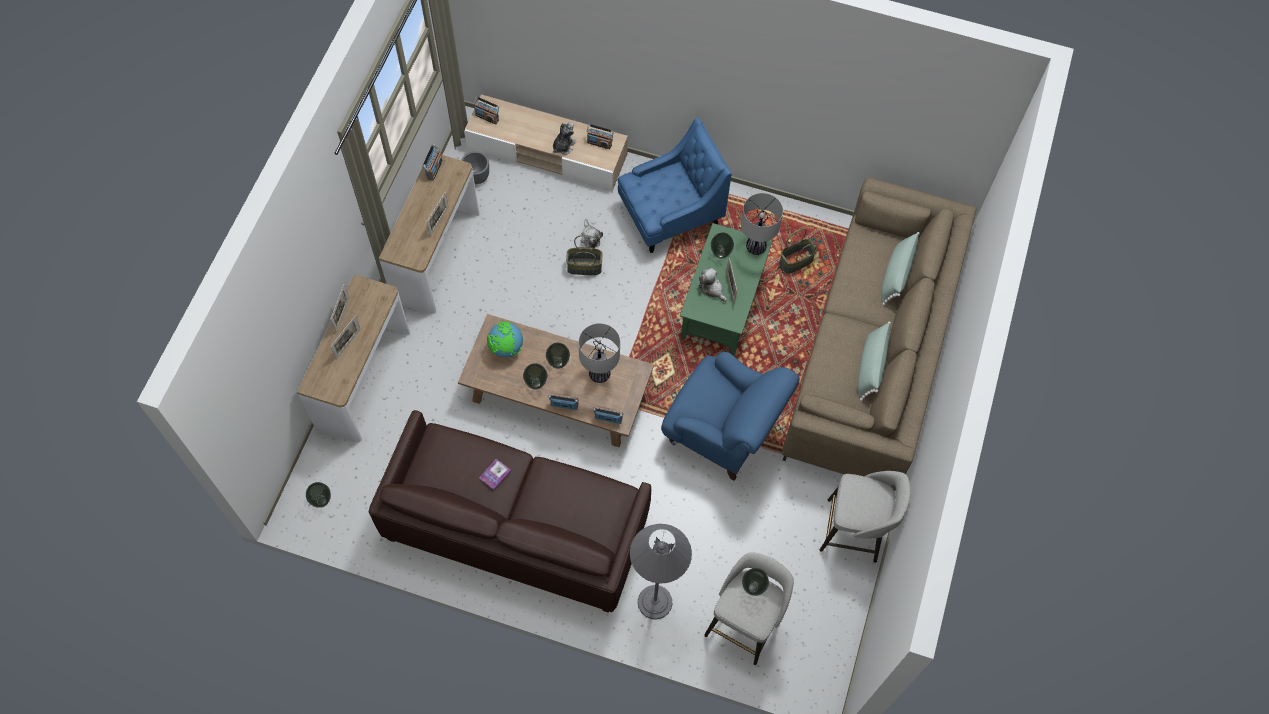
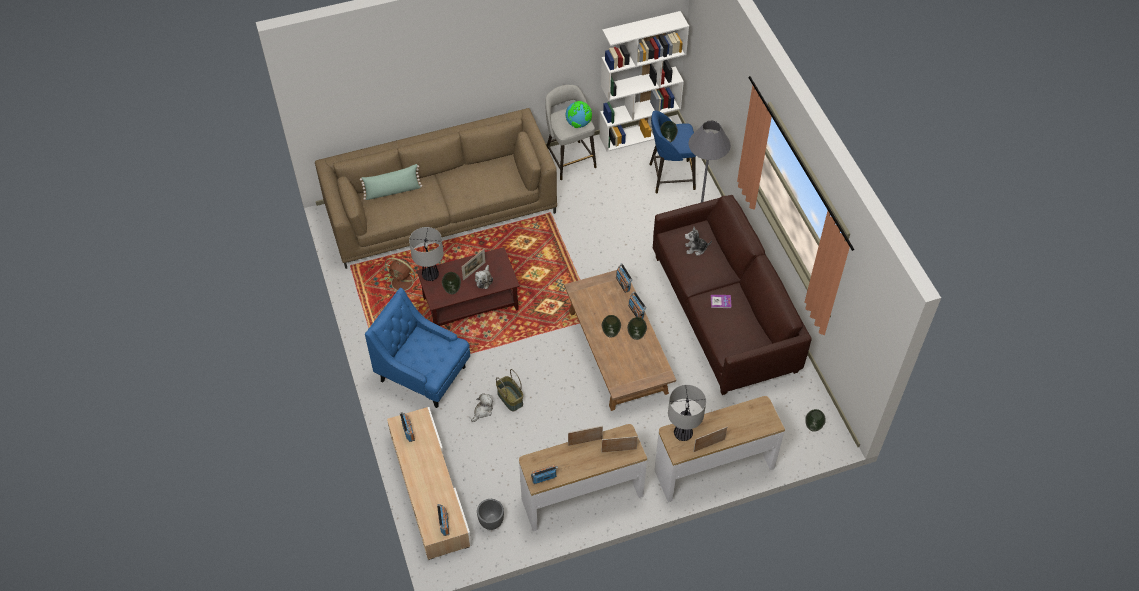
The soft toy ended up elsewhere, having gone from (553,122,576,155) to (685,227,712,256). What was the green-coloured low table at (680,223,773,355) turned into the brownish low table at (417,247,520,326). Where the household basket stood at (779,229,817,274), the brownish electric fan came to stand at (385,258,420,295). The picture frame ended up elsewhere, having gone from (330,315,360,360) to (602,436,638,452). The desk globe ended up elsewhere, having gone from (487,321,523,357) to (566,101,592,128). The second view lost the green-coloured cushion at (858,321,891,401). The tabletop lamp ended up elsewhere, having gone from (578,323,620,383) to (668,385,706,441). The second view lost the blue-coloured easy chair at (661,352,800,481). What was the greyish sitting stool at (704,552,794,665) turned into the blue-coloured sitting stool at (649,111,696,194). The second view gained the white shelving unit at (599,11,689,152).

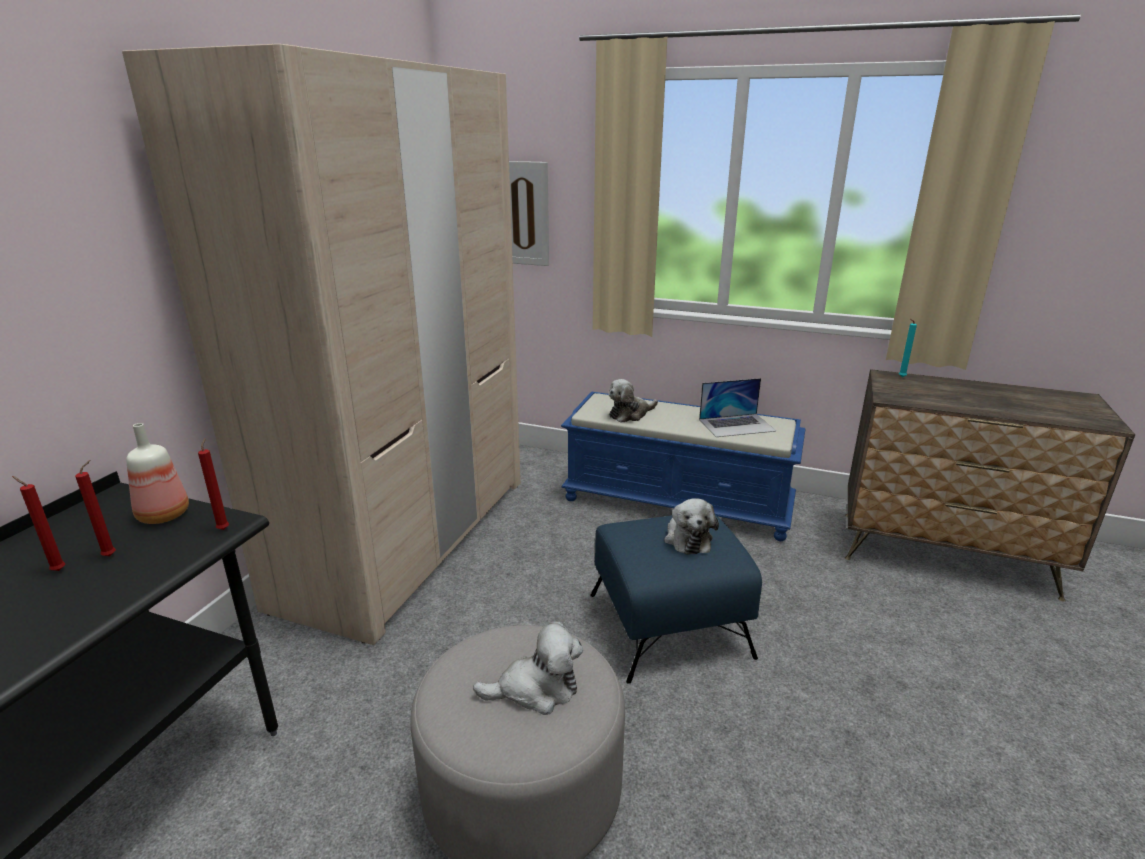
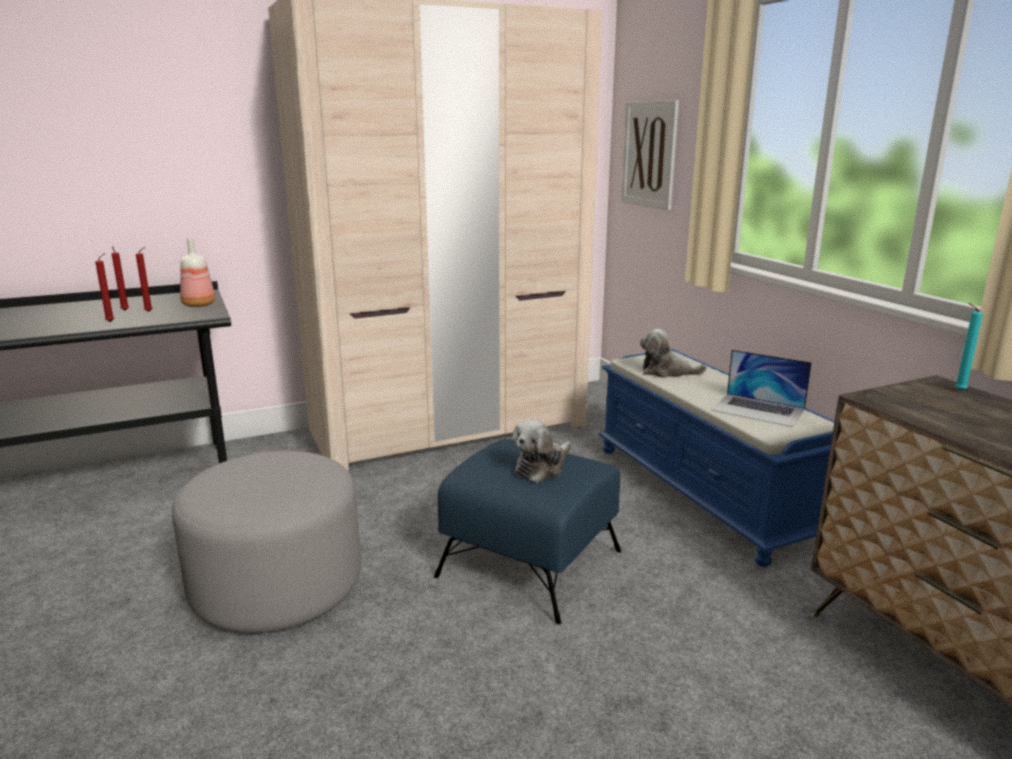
The red wax candle ended up elsewhere, having gone from (198,438,229,530) to (95,253,114,322). The second view lost the soft toy at (473,621,583,715).

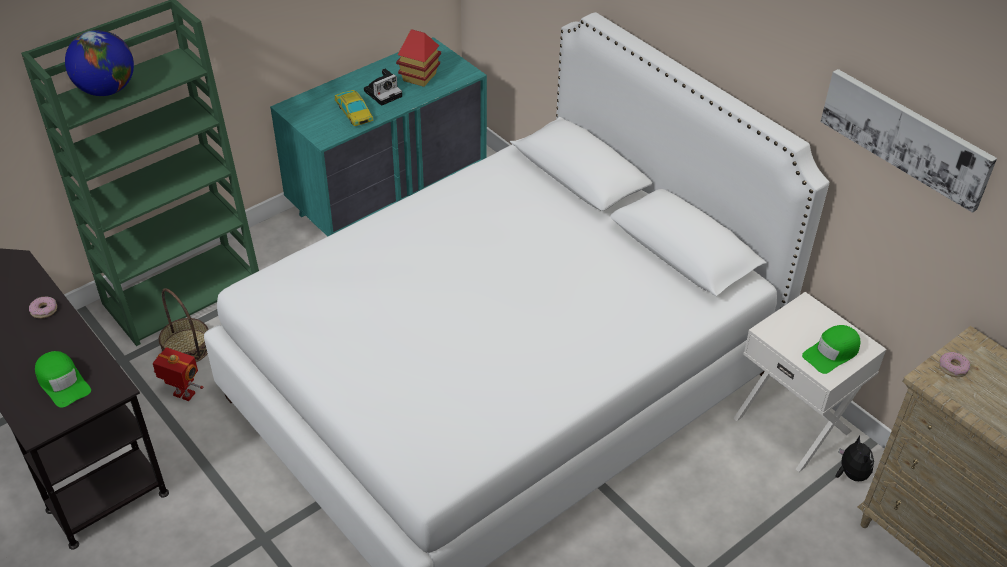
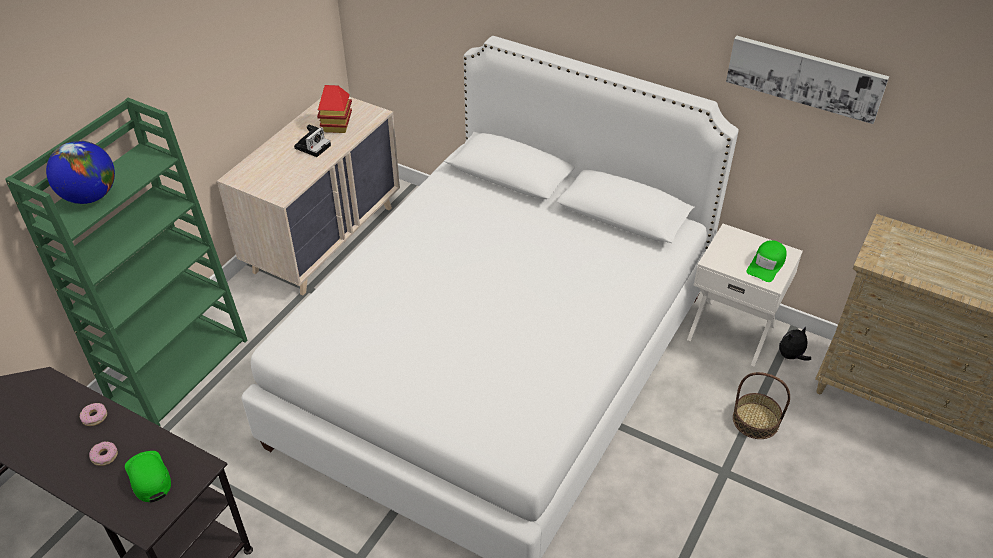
What was the turquoise-coloured drawer chest at (270,37,487,237) turned into the beige-coloured drawer chest at (217,97,400,295). The second view lost the model car at (335,90,374,126). The household basket ended up elsewhere, having gone from (159,288,208,362) to (733,372,790,439). The second view lost the toy robot at (153,347,203,401). The green-coloured cap at (35,351,91,408) ended up facing another way, 150 degrees counterclockwise from before. The donut ended up elsewhere, having gone from (939,352,971,377) to (89,441,118,466). The soft toy at (836,436,874,481) ended up facing another way, 90 degrees counterclockwise from before.

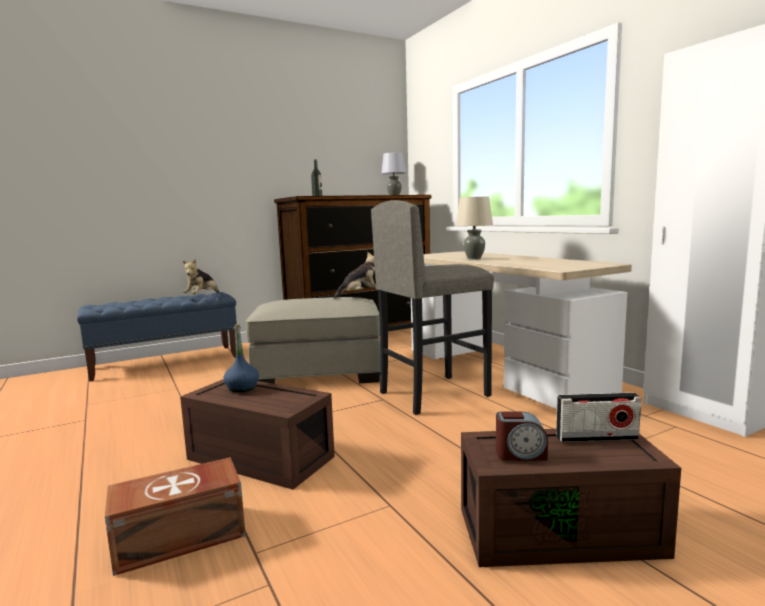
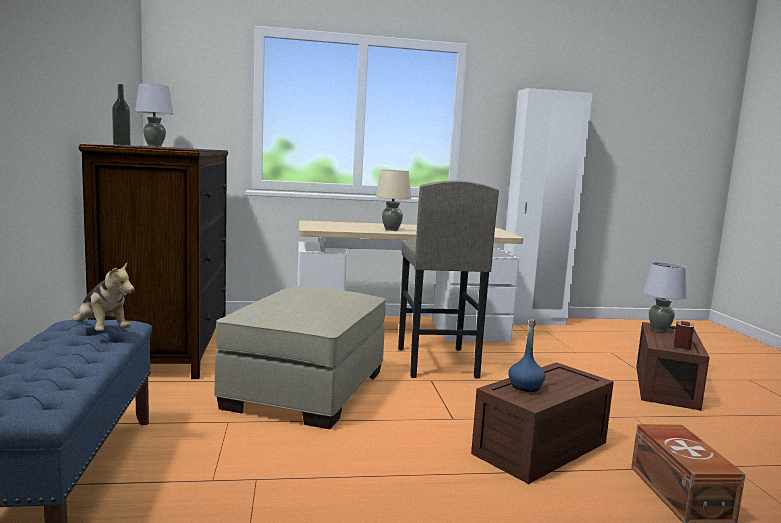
The second view lost the soft toy at (334,252,376,299). Where the radio receiver stood at (556,392,641,442), the greyish tabletop lamp came to stand at (643,262,687,332).

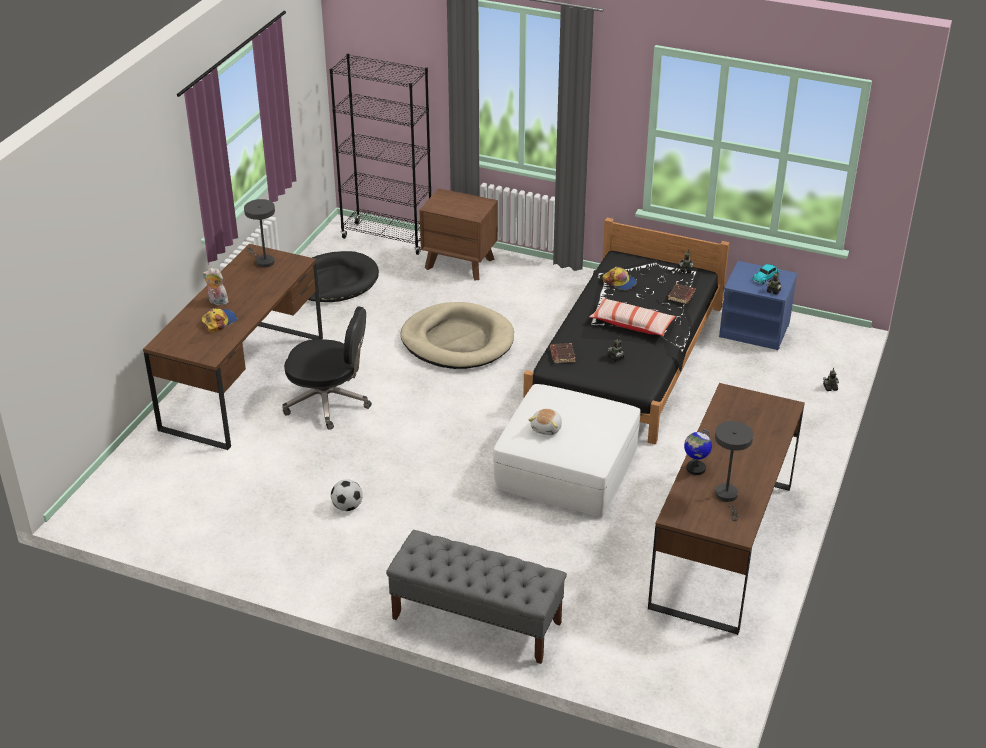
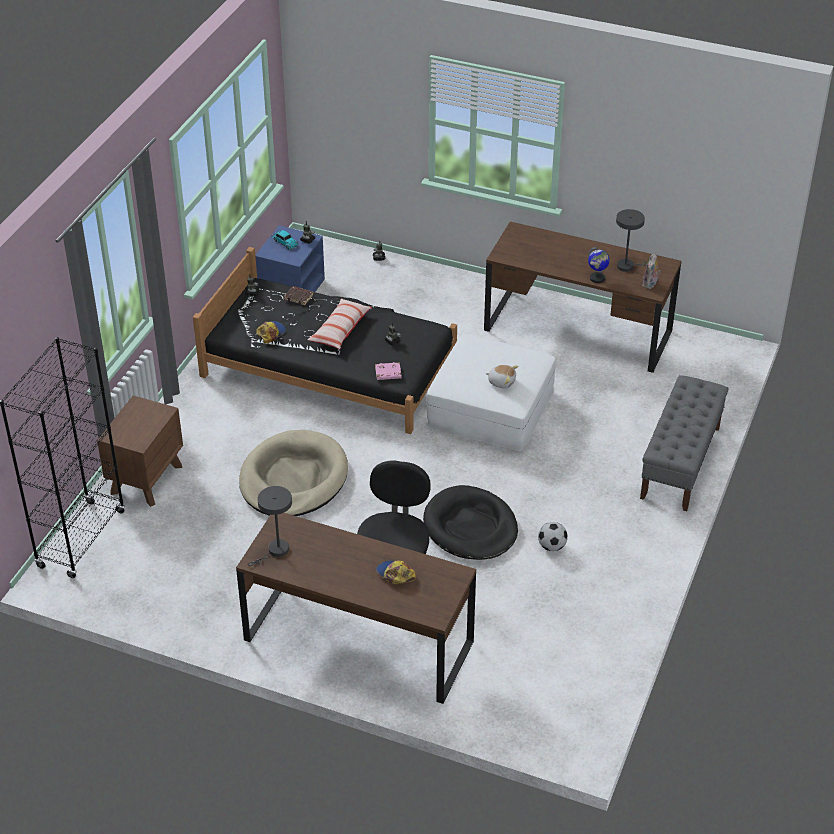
The blackish dog bed ended up elsewhere, having gone from (308,251,379,302) to (423,485,518,560). The soft toy ended up elsewhere, having gone from (203,268,229,306) to (642,253,660,289). What was the brownish bound book at (550,343,576,363) turned into the pink-coloured bound book at (375,362,402,380).

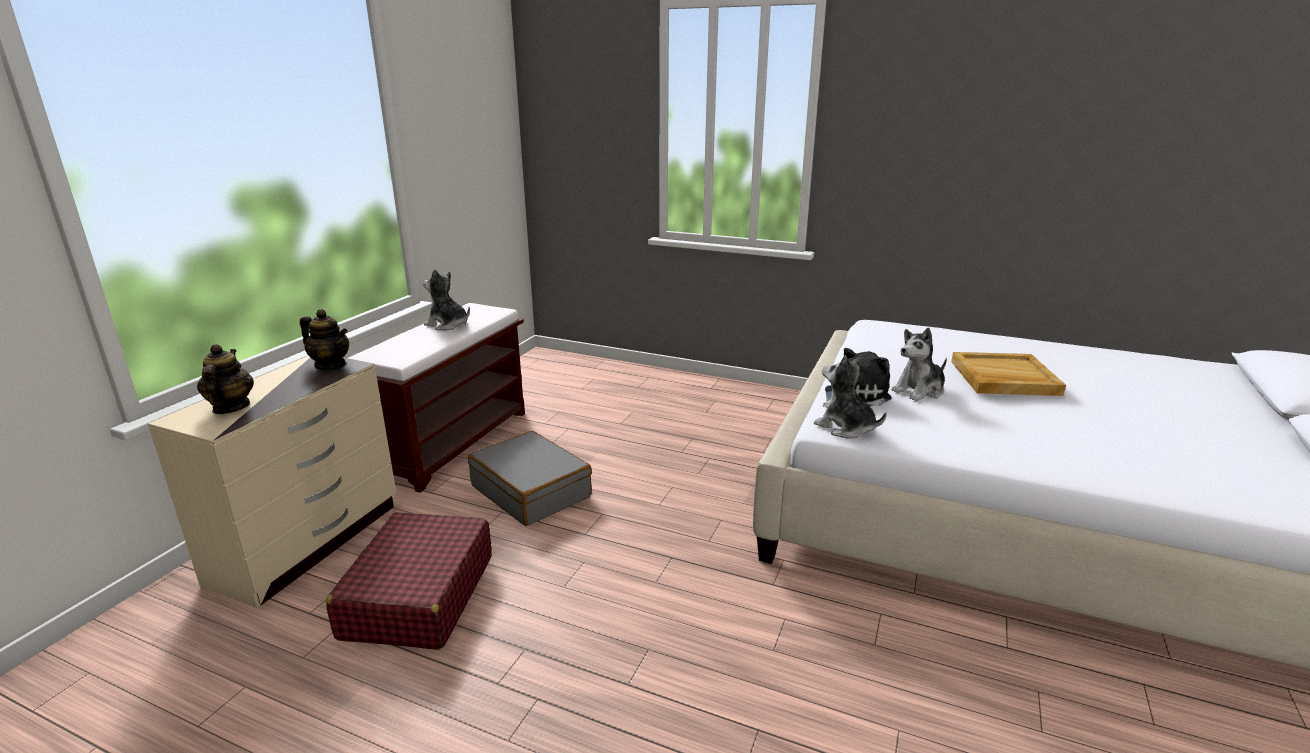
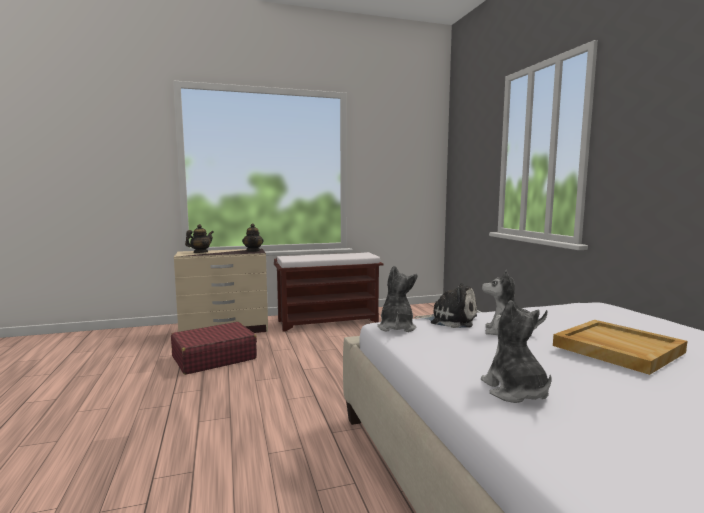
The soft toy ended up elsewhere, having gone from (423,269,470,330) to (481,300,552,403). The second view lost the greyish piece of luggage at (468,431,592,526).

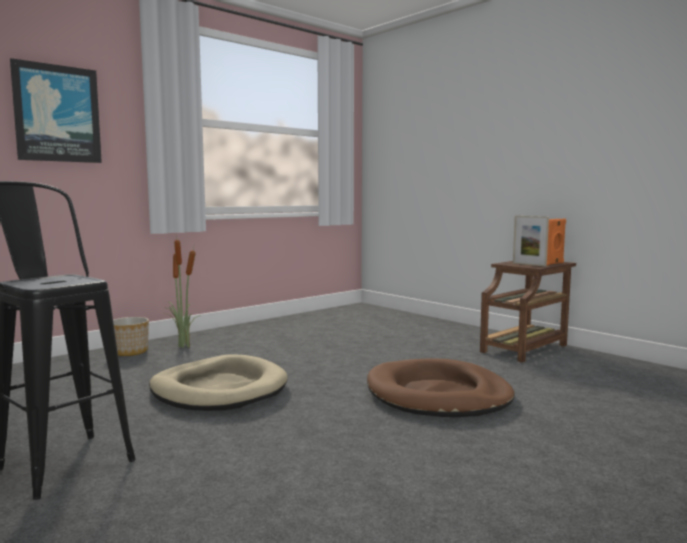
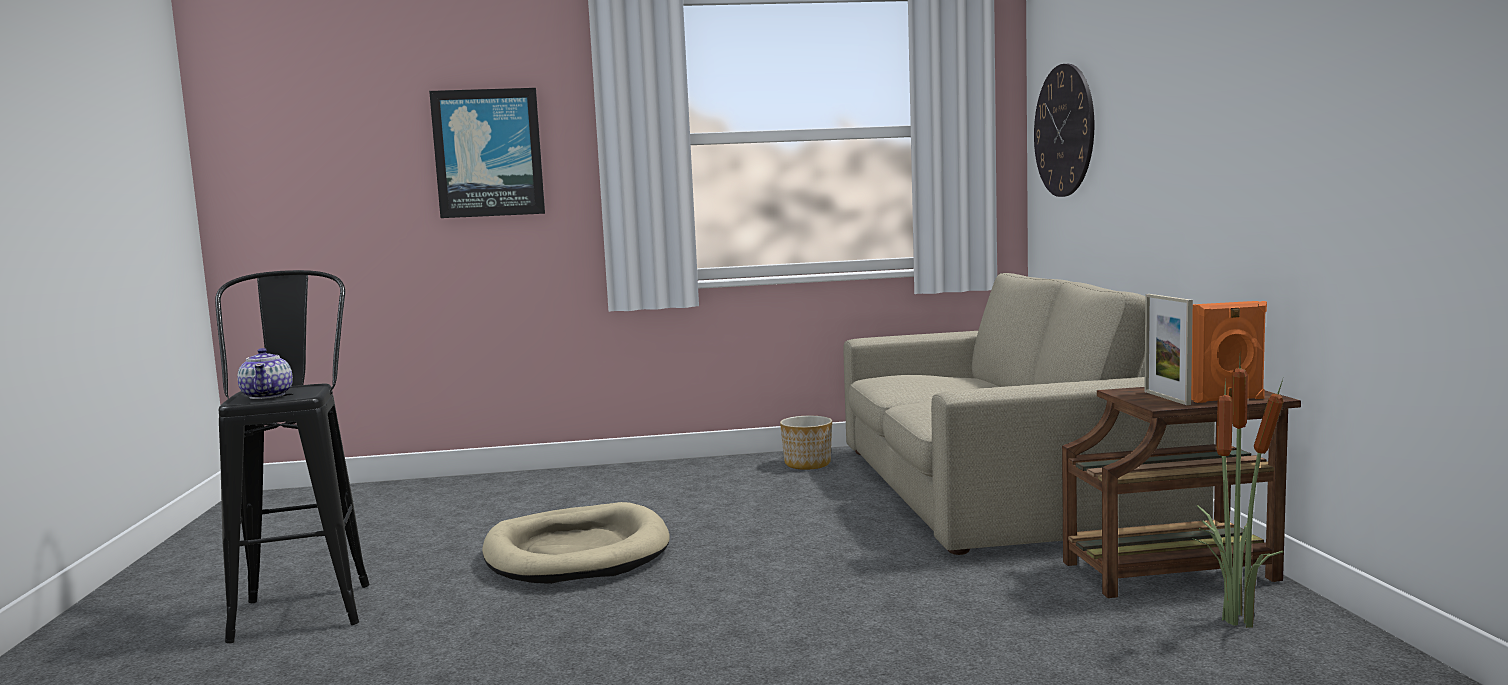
The plant in a pot ended up elsewhere, having gone from (165,233,200,348) to (1193,359,1284,628). The planter ended up elsewhere, having gone from (113,317,149,356) to (780,416,832,470). The second view lost the brownish dog bed at (367,358,515,417). The second view gained the hanging clock at (1034,64,1094,197). The second view gained the beige-coloured couch at (843,273,1215,555). The second view gained the tea pot at (237,348,293,399).

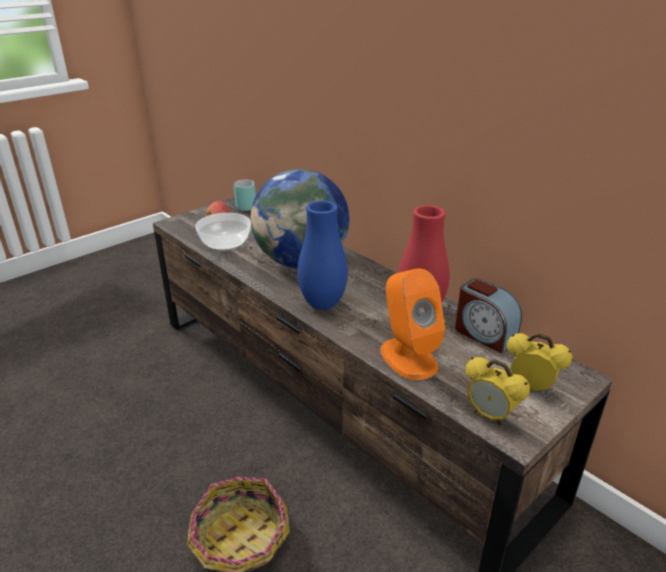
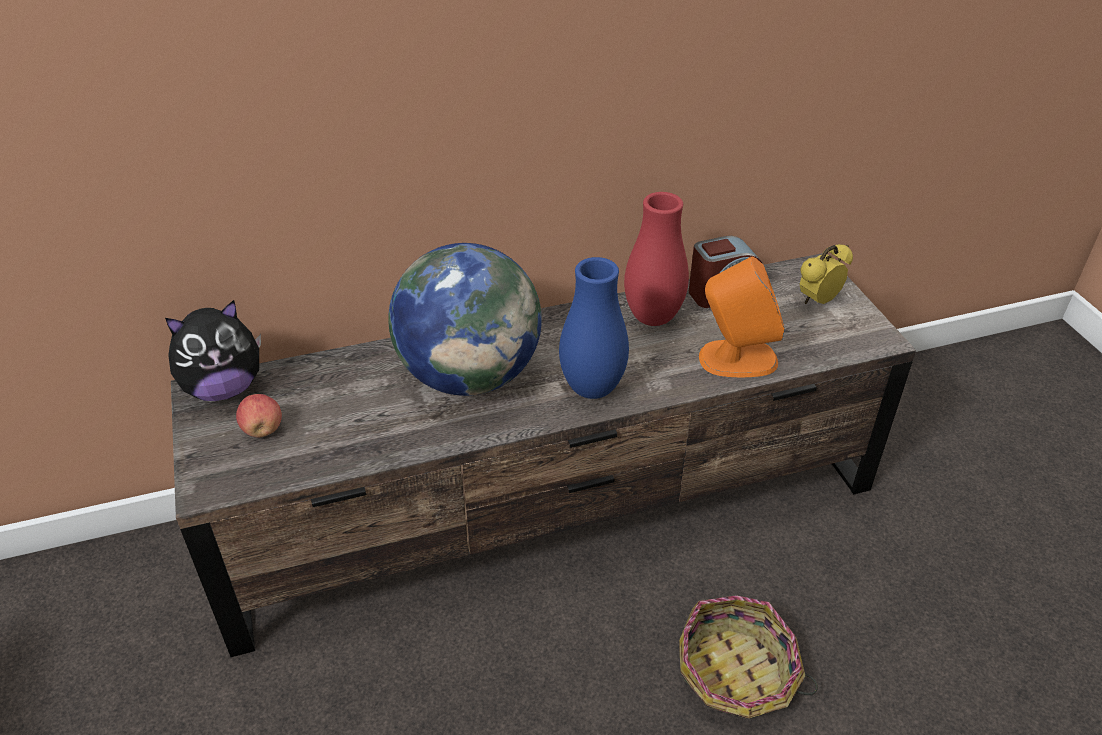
Where the turquoise-coloured tea mug stood at (234,180,256,211), the soft toy came to stand at (165,300,261,401). The second view lost the deep dish at (195,213,251,251). The second view lost the bedside clock at (466,357,530,425).

